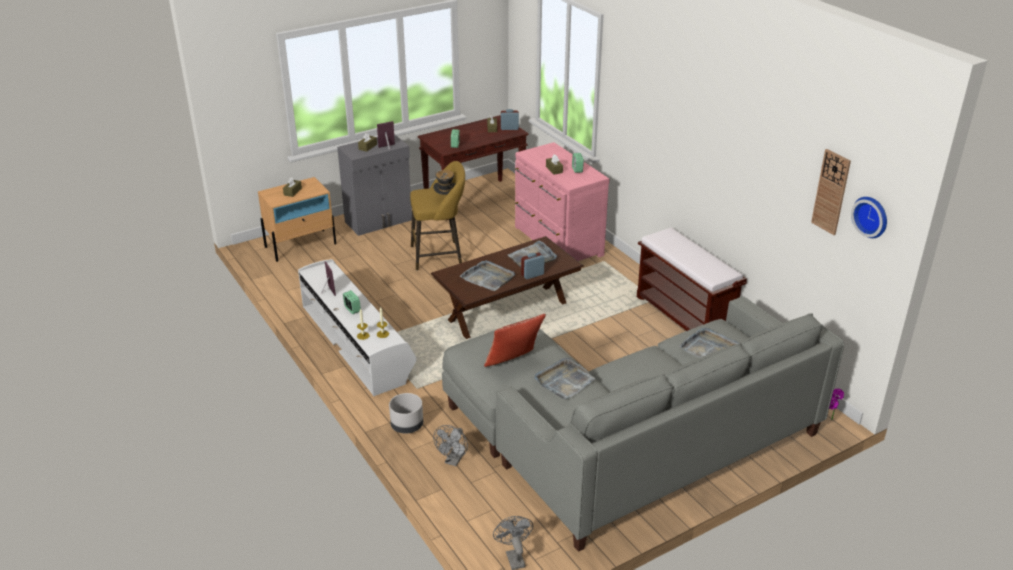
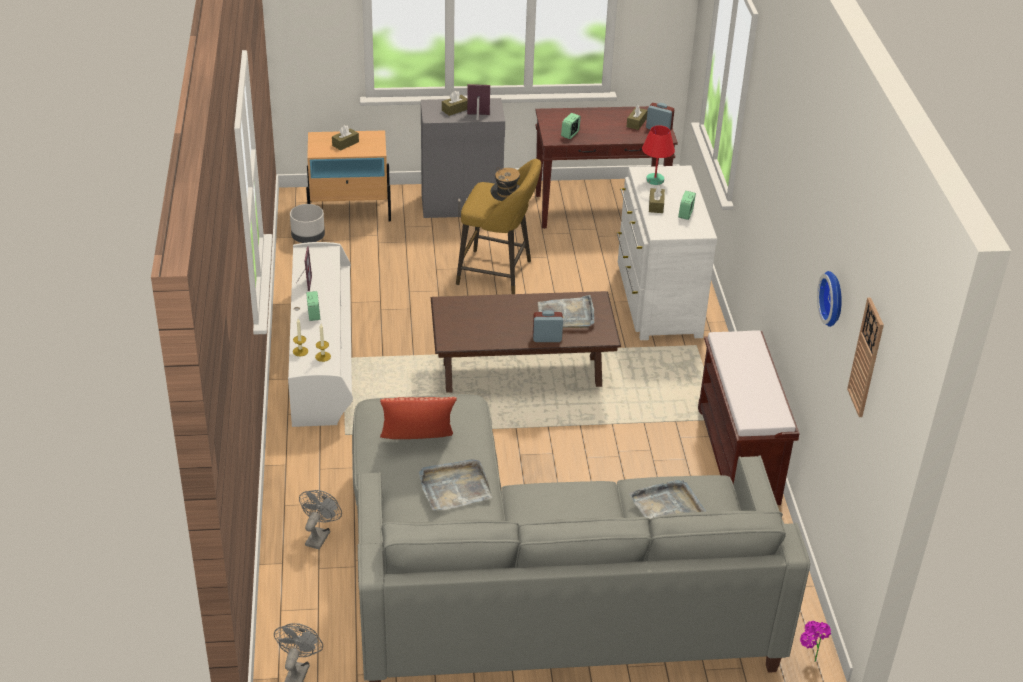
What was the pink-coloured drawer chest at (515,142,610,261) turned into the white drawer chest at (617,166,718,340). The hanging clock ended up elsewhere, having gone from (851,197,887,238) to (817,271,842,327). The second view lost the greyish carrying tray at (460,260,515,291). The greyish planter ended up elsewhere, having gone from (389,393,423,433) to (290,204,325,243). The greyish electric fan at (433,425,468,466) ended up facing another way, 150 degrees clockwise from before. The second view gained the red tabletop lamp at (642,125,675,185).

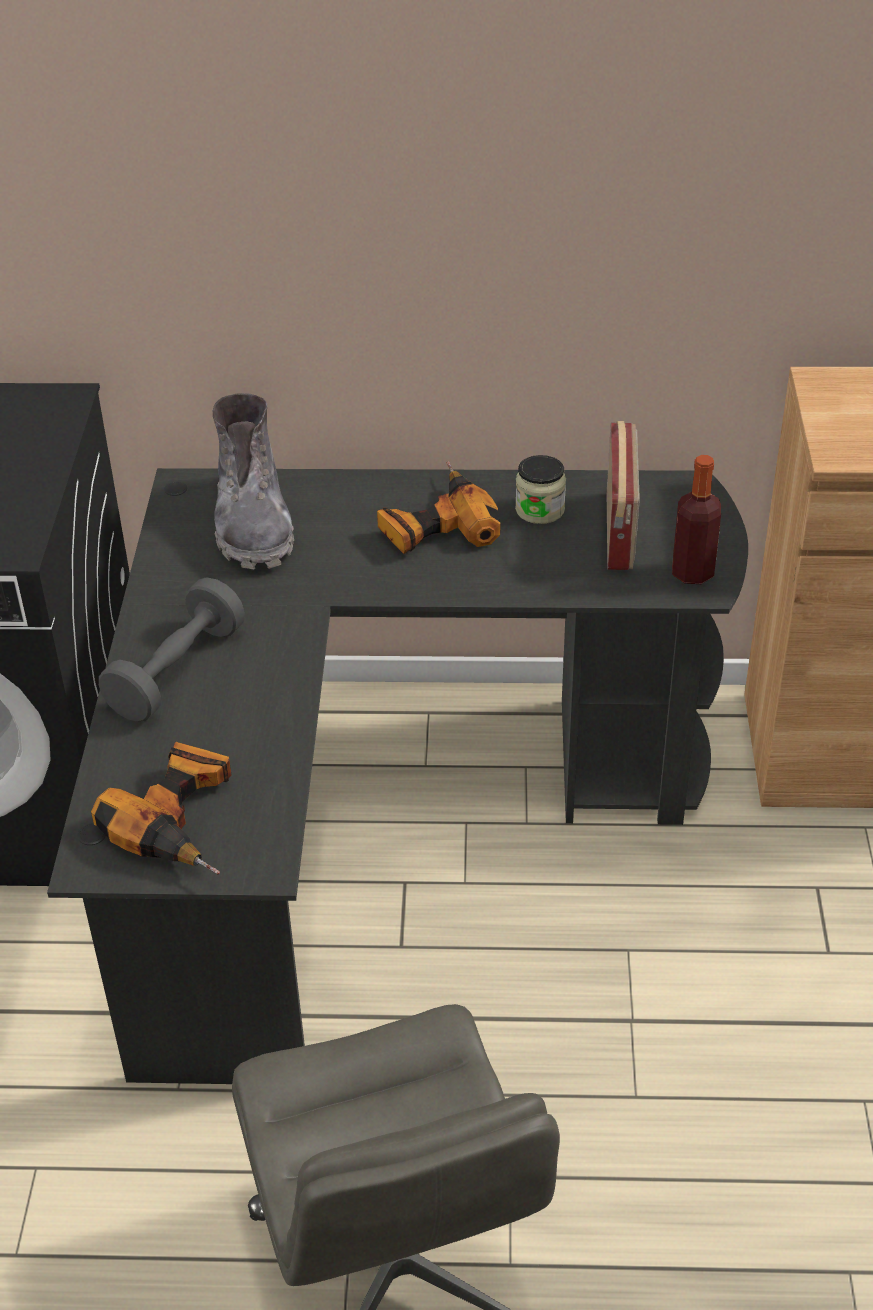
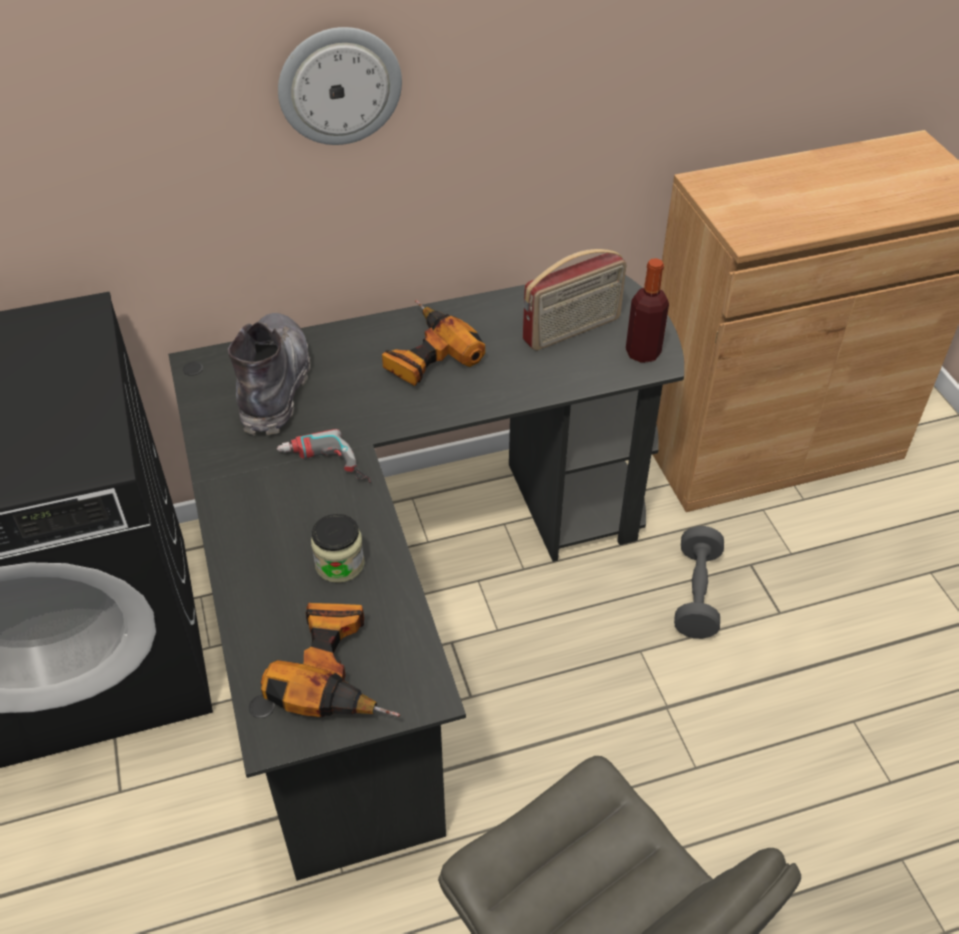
The greyish boot at (213,393,294,569) ended up facing another way, 150 degrees counterclockwise from before. The radio receiver at (607,421,640,570) ended up facing another way, 75 degrees clockwise from before. The storage jar ended up elsewhere, having gone from (515,455,566,524) to (311,514,365,583). The greyish free weight ended up elsewhere, having gone from (99,577,245,722) to (674,526,724,639). The second view gained the hanging clock at (278,27,402,145). The second view gained the power drill at (277,429,371,483).

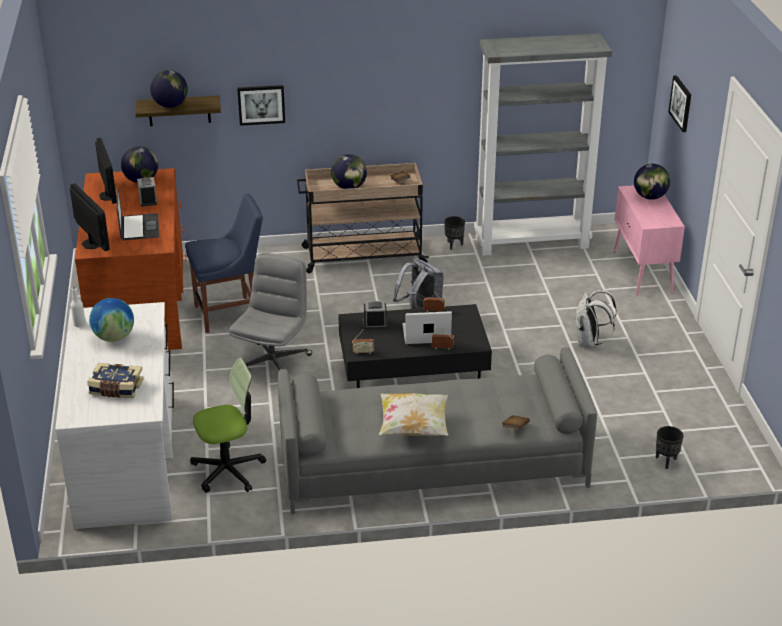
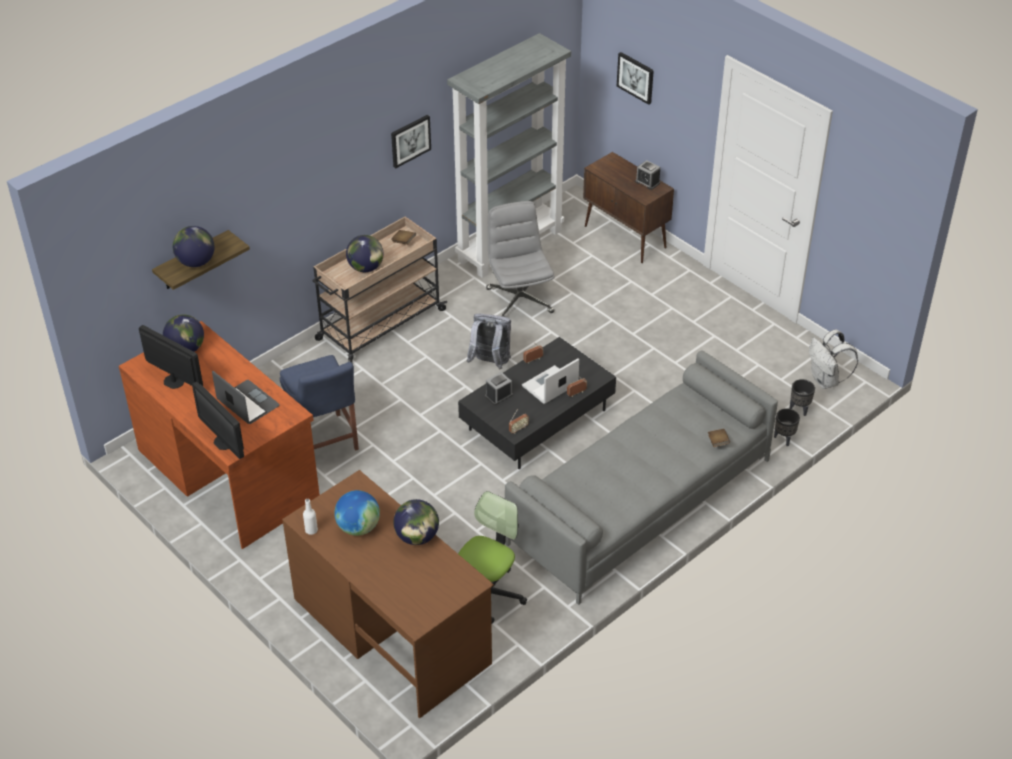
The wall picture ended up elsewhere, having gone from (237,85,285,126) to (391,115,431,168). The desk globe ended up elsewhere, having gone from (634,164,670,200) to (393,499,439,545). The bedside clock ended up elsewhere, having gone from (137,177,157,207) to (635,160,660,190). The computer screen at (70,184,110,251) ended up facing another way, 150 degrees counterclockwise from before. What was the pink-coloured storage cabinet at (614,185,685,296) turned into the brownish storage cabinet at (583,152,674,263). The blue-coloured upright chair at (185,194,263,333) ended up facing another way, 120 degrees clockwise from before. The blackish planter ended up elsewhere, having gone from (444,216,465,250) to (774,408,800,446). The greyish desk chair ended up elsewhere, having gone from (229,253,312,370) to (486,201,554,317). The white backpack ended up elsewhere, having gone from (574,290,617,347) to (809,329,858,389). What was the white desk unit at (55,302,174,529) turned into the brownish desk unit at (282,470,494,718). The second view lost the bound book at (87,363,144,398). The second view lost the cushion at (379,393,448,436).

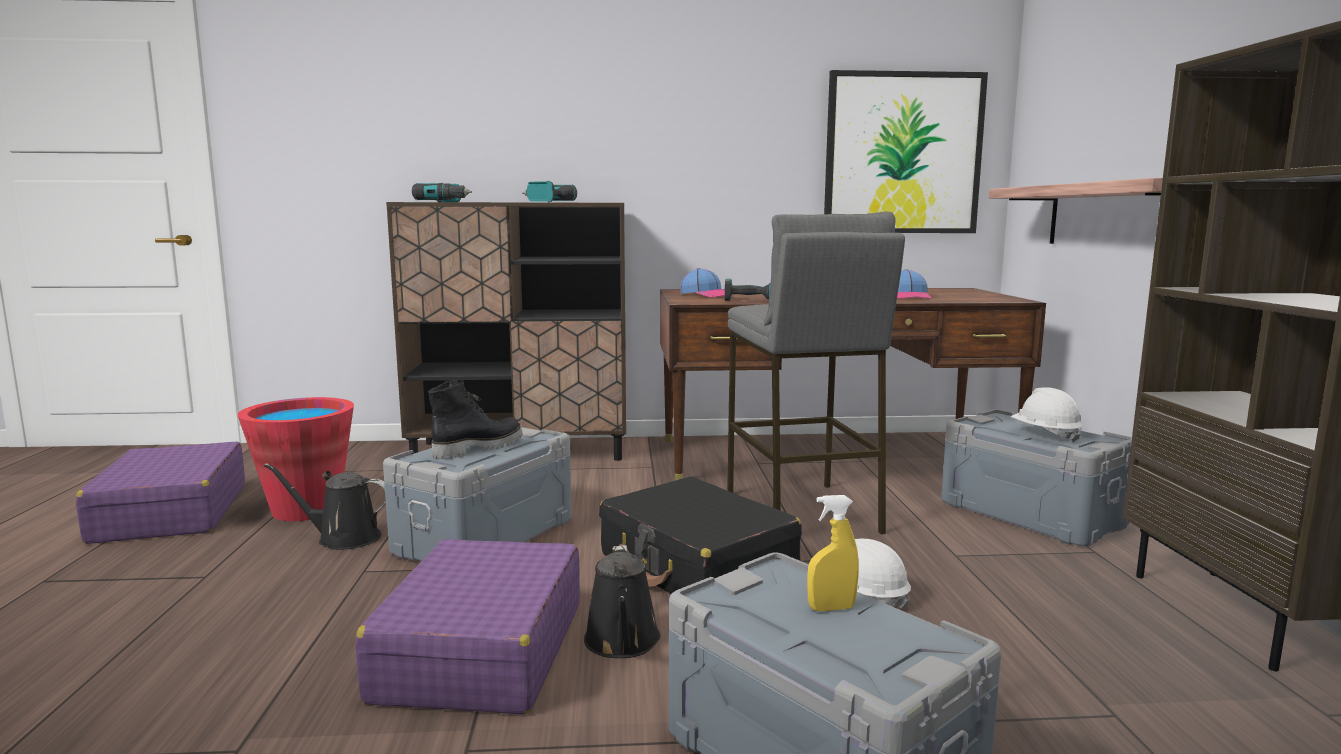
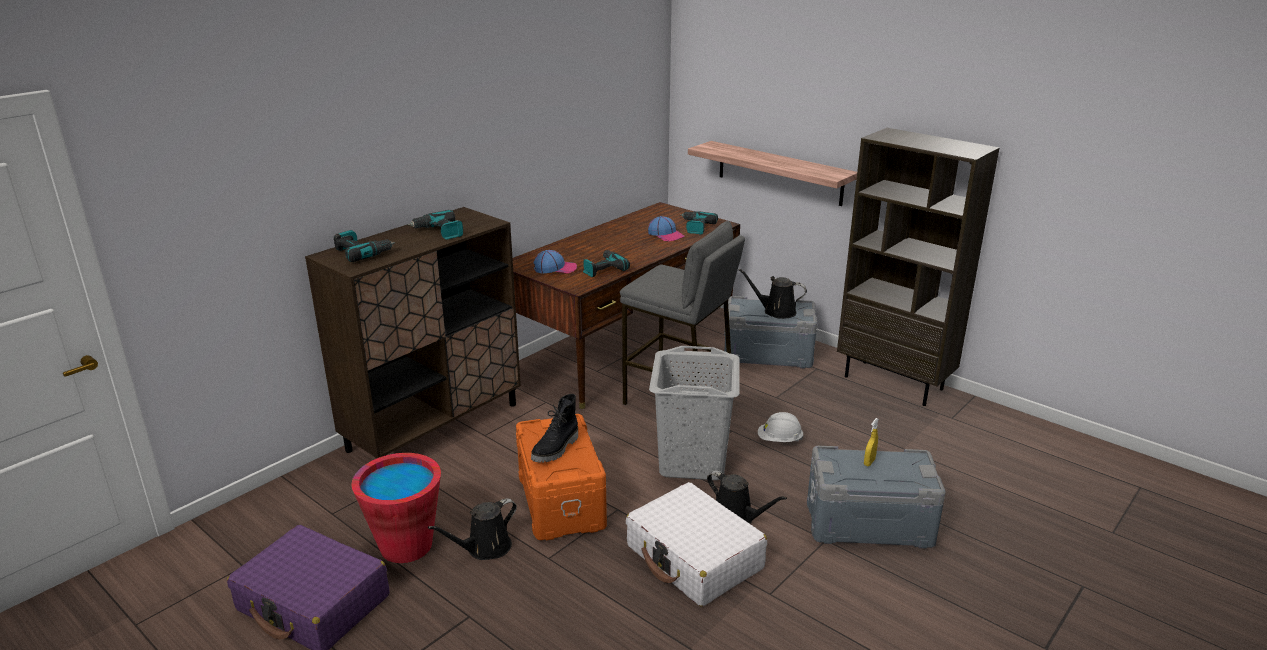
The second view lost the wall picture at (824,70,988,233). The blackish boot at (428,379,523,459) ended up facing another way, 150 degrees counterclockwise from before. Where the white work helmet stood at (1011,387,1083,443), the blackish sprinkling can came to stand at (739,269,807,319). What was the greyish storage container at (383,425,572,561) turned into the orange storage container at (516,414,607,540). Where the blackish piece of luggage stood at (599,477,802,594), the greyish laundry basket came to stand at (649,346,739,480). What was the purplish piece of luggage at (356,539,580,714) turned into the white piece of luggage at (626,482,767,607). The second view gained the power drill at (680,211,718,235).

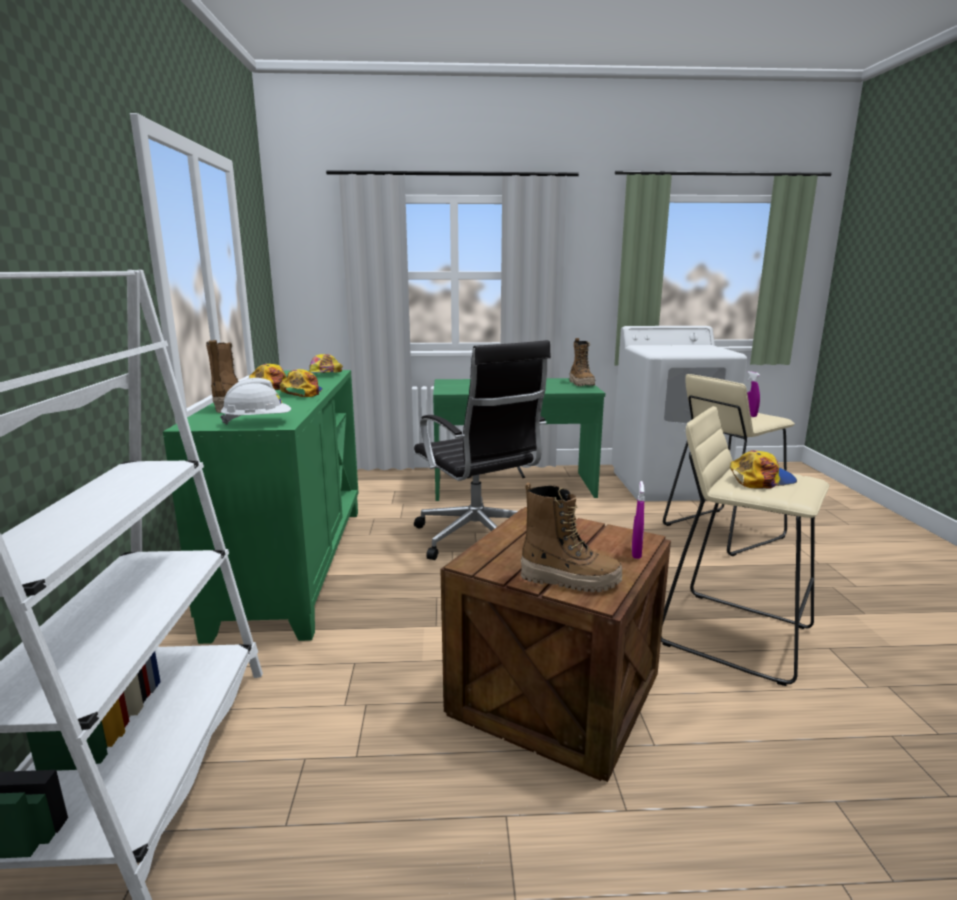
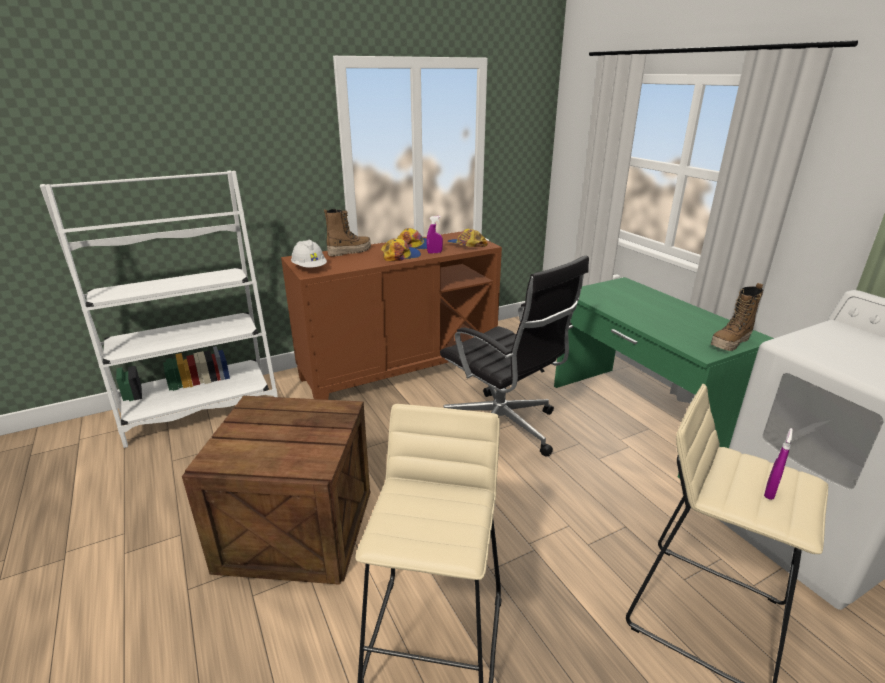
The blackish desk chair at (414,340,551,560) ended up facing another way, 75 degrees counterclockwise from before. What was the green-coloured storage cabinet at (163,370,358,644) turned into the brownish storage cabinet at (281,231,502,400). The second view lost the cap at (730,450,797,489). The purplish hand sprayer ended up elsewhere, having gone from (632,481,645,559) to (427,216,443,254). The second view lost the boot at (521,483,622,592).

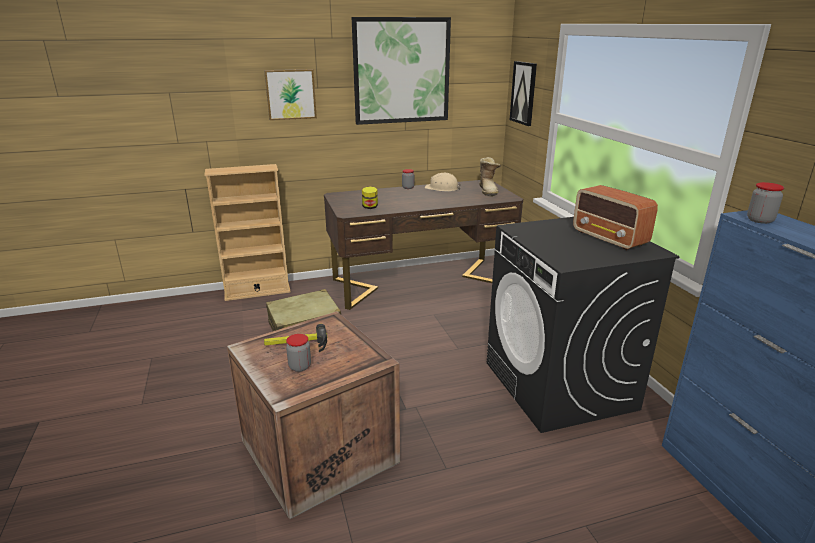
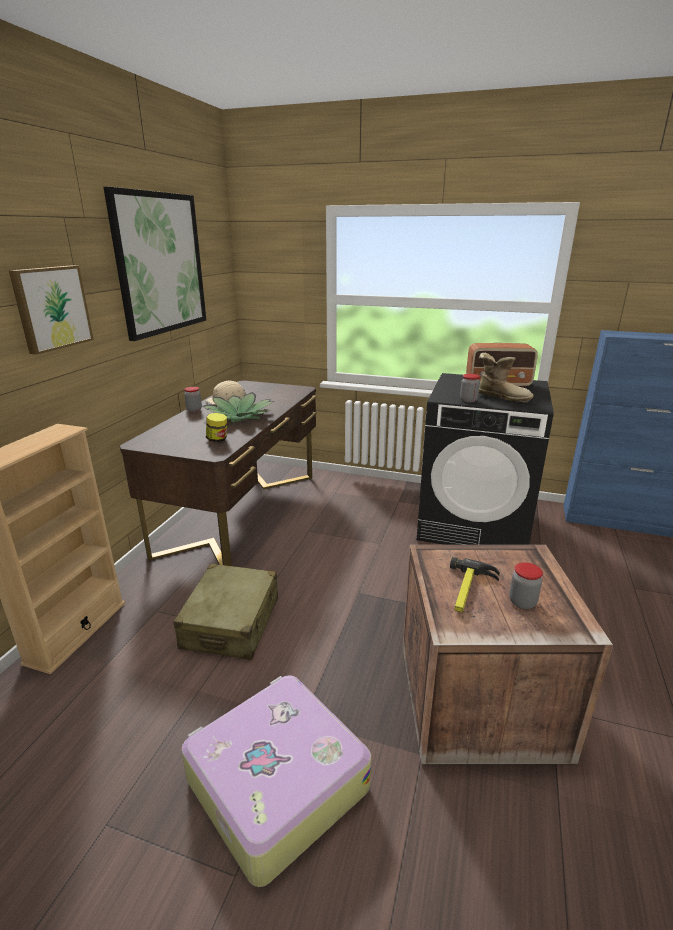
The second view lost the wall picture at (510,61,537,126). The boot ended up elsewhere, having gone from (479,157,501,196) to (479,353,534,403). The storage jar ended up elsewhere, having gone from (747,182,784,224) to (460,374,480,403). The second view gained the plant in a pot at (203,392,275,423). The second view gained the piece of luggage at (181,675,371,887).

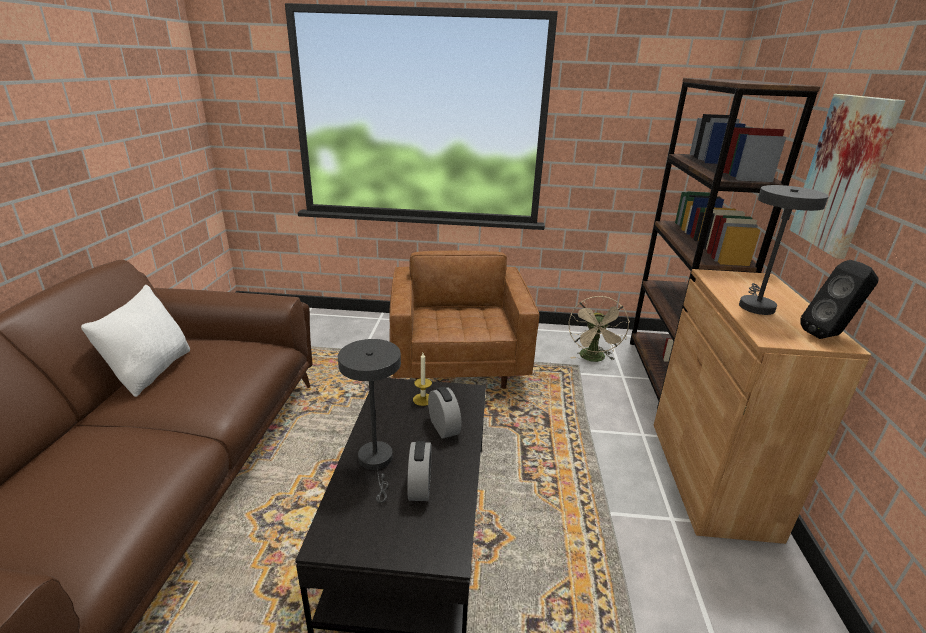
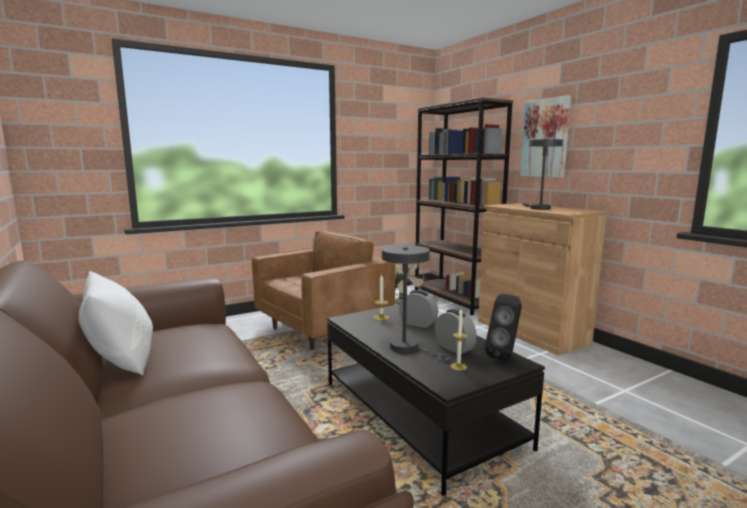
The brownish easy chair at (389,251,539,389) ended up facing another way, 90 degrees clockwise from before. The blackish audio speaker ended up elsewhere, having gone from (800,260,878,339) to (485,294,522,361). The second view gained the wax candle at (450,309,467,371).

